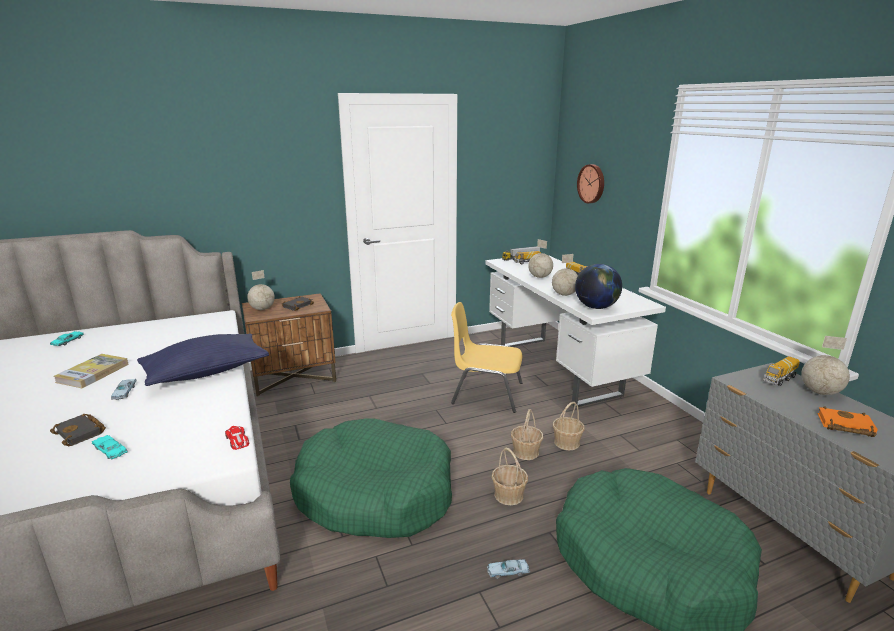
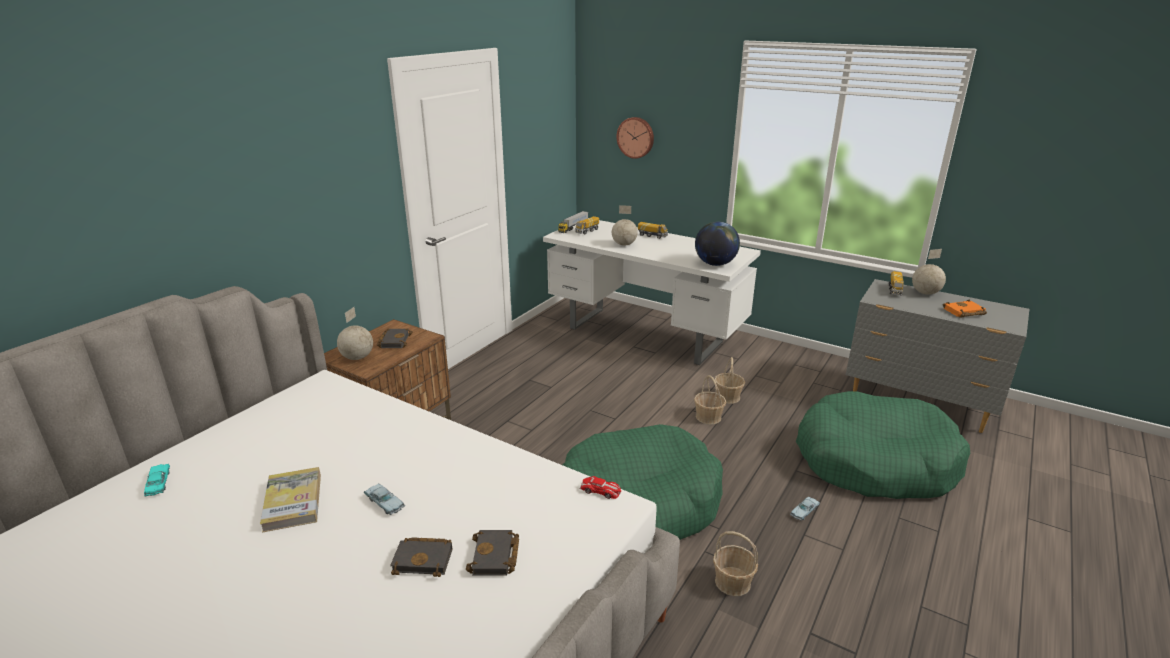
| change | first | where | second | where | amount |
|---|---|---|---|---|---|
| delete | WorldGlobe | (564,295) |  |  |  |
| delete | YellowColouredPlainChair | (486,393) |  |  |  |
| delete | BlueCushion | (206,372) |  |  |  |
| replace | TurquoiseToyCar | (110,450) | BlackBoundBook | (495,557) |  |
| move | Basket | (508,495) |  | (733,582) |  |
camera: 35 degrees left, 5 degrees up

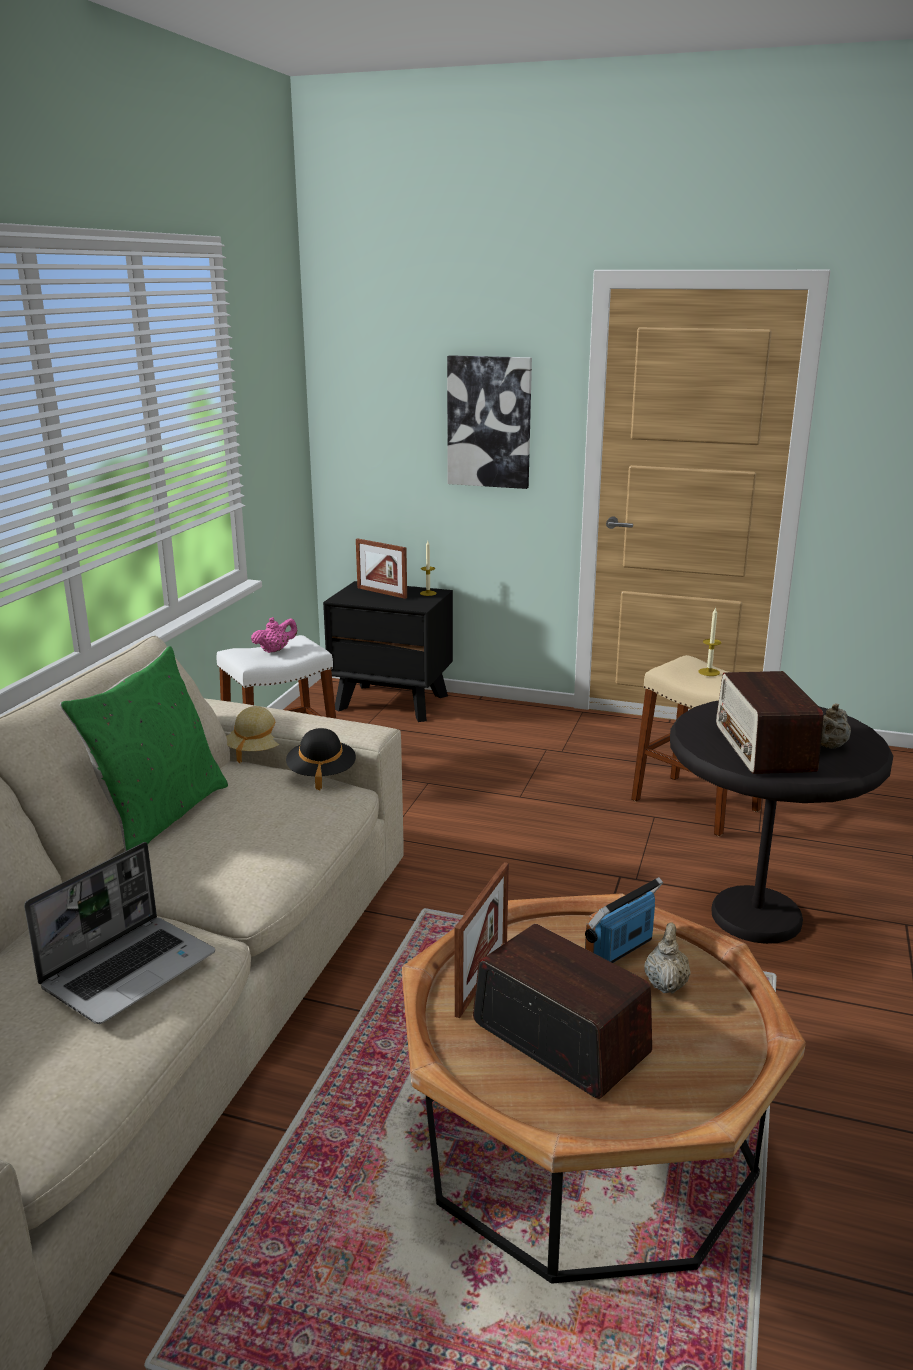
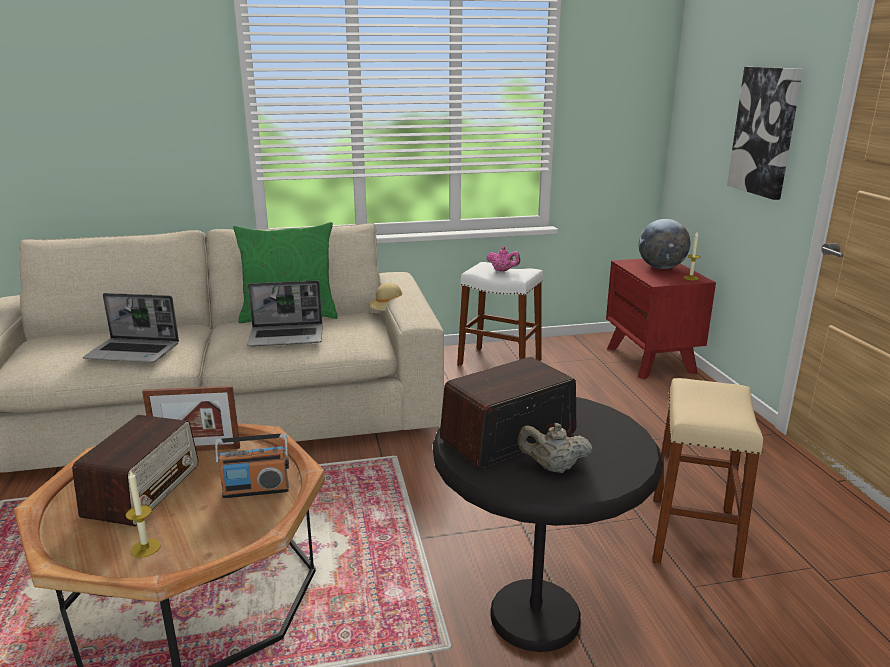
| change | first | where | second | where | amount |
|---|---|---|---|---|---|
| replace | PictureFrame | (382,593) | WorldGlobe | (661,267) |  |
| recolor | BlackBedsideTable | (392,702) | RedBedsideTable | (651,360) |  |
| move | WaxLight | (709,672) |  | (145,548) |  |
| delete | BlackClothingHat | (321,774) |  |  |  |
| rotate | RadioReceiver | (619,951) |  | (256,490) | 150 degrees clockwise |
| delete | BeigeColouredPotForTea | (665,983) |  |  |  |
| insert |  |  | NotebookComputer | (287,336) |  |
camera: 60 degrees right, 0 degrees up

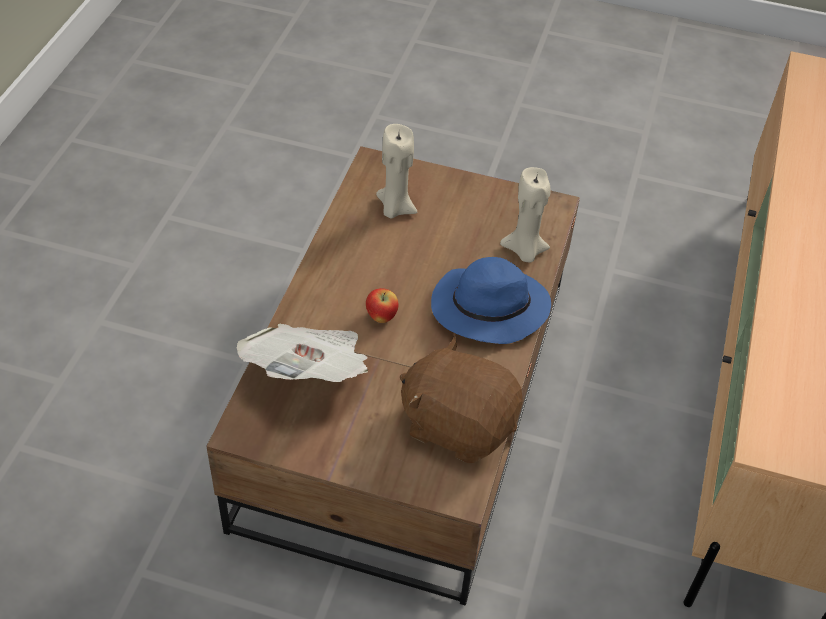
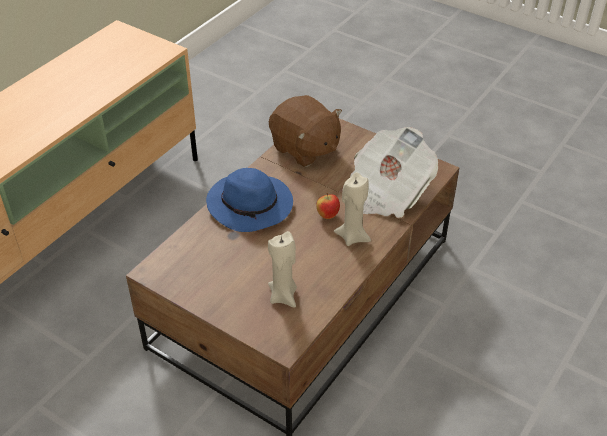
| change | first | where | second | where | amount |
|---|---|---|---|---|---|
| move | BeigeColouredWaxLight | (524,251) |  | (352,236) |  |
camera: 160 degrees left, 5 degrees down

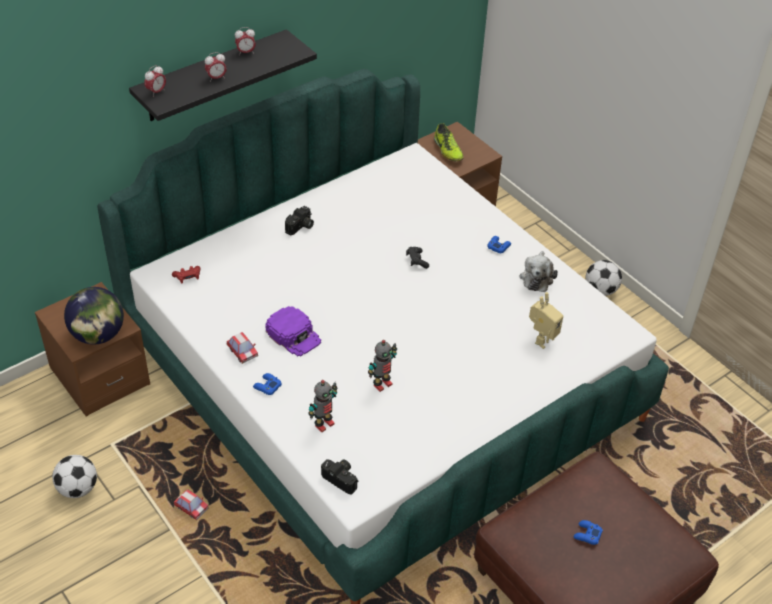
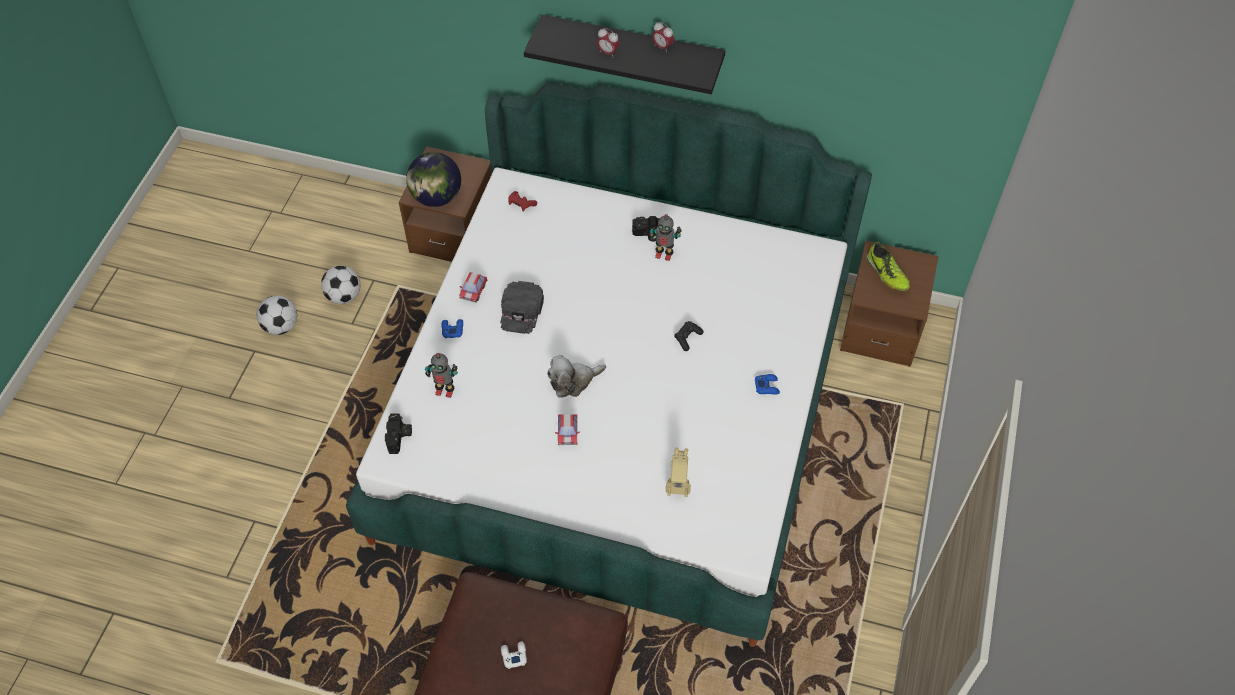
| change | first | where | second | where | amount |
|---|---|---|---|---|---|
| delete | TableClock | (156,92) |  |  |  |
| rotate | ItemOfFootwear | (447,150) |  | (886,274) | 60 degrees counterclockwise |
| move | PlushToy | (537,277) |  | (573,381) |  |
| move | Football | (600,290) |  | (281,326) |  |
| recolor | PurplishBaseballCap | (294,335) | BlackBaseballCap | (521,311) |  |
| move | RobotFigure | (382,384) |  | (664,254) |  |
| move | ToyCar | (191,508) |  | (567,432) |  |
| recolor | BlueGameController | (587,534) | WhiteGameController | (514,655) |  |
camera: 55 degrees right, 10 degrees up

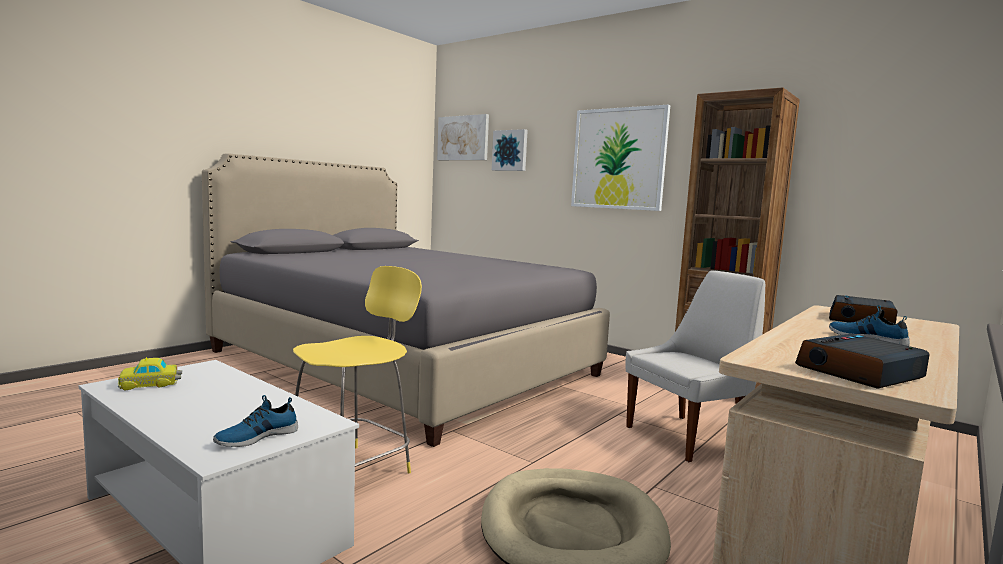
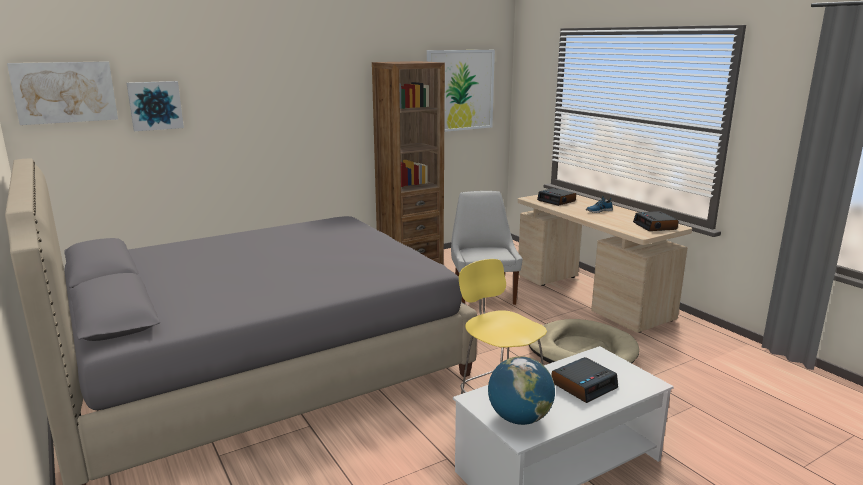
| change | first | where | second | where | amount |
|---|---|---|---|---|---|
| move | WallPicture | (618,159) |  | (460,90) |  |
| replace | ToyCar | (151,383) | WorldGlobe | (519,418) |  |
| delete | ItemOfFootwear | (256,437) |  |  |  |
| insert |  |  | TableClock | (583,385) |  |
camera: 70 degrees left, 10 degrees up

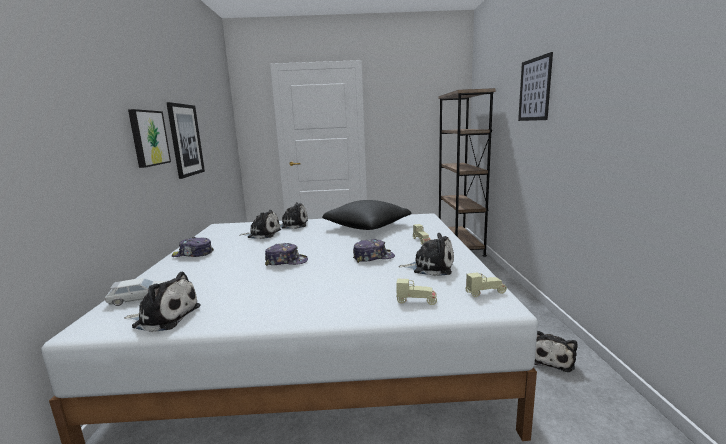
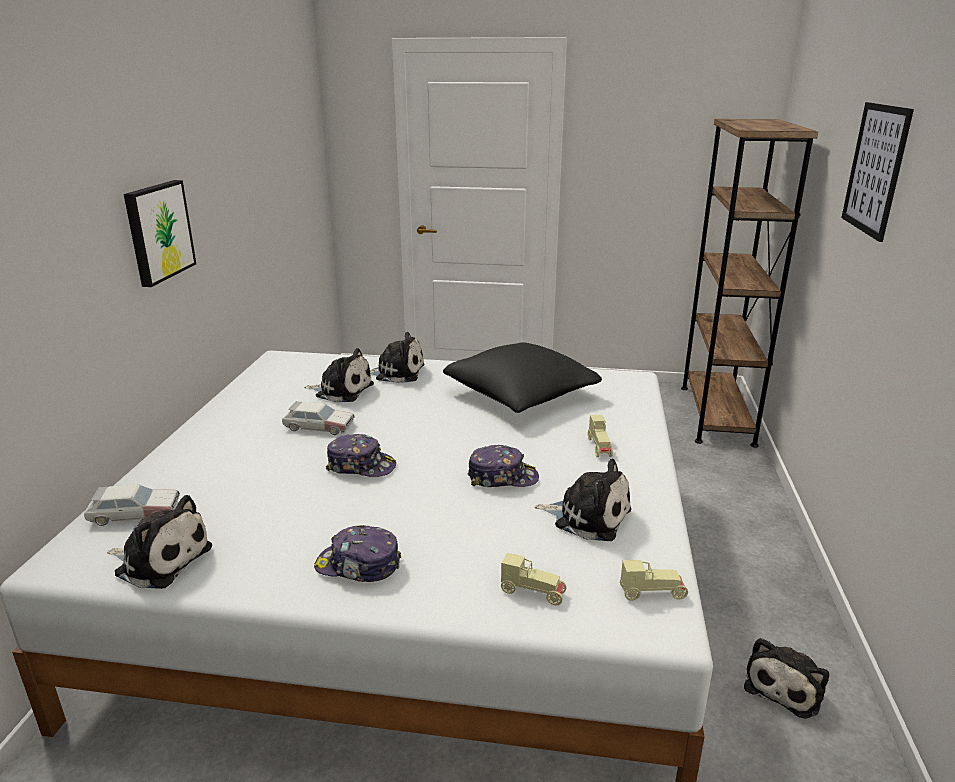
| change | first | where | second | where | amount |
|---|---|---|---|---|---|
| delete | WallPicture | (185,140) |  |  |  |
| move | BaseballCap | (193,254) |  | (358,566) |  |
| insert |  |  | ToyCar | (318,426) |  |
camera: 10 degrees right, 10 degrees up

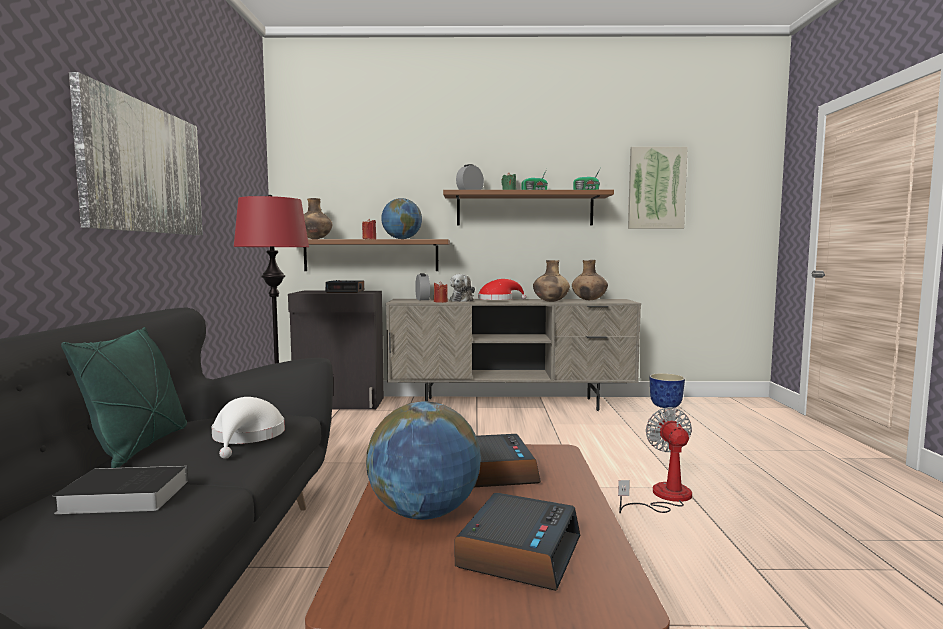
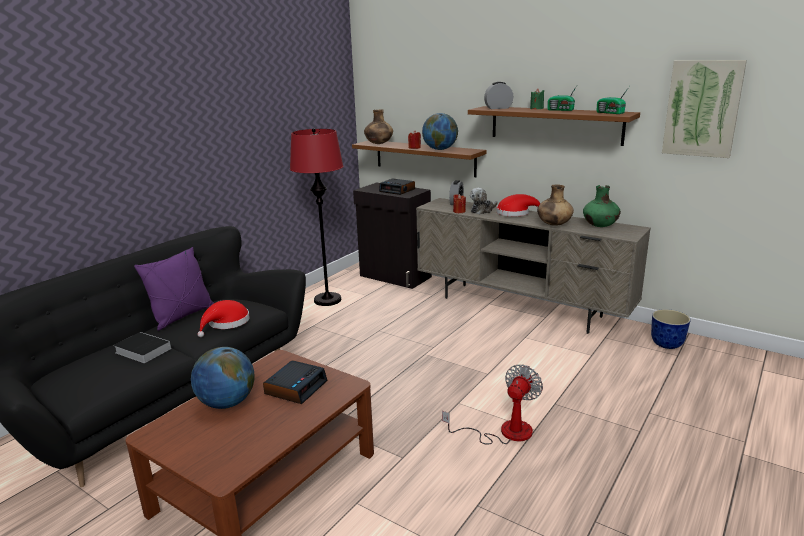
| change | first | where | second | where | amount |
|---|---|---|---|---|---|
| delete | WallPicture | (144,168) |  |  |  |
| recolor | BrownColouredFlowerVase | (589,300) | GreenColouredFlowerVase | (600,226) |  |
| recolor | GreenColouredCushion | (139,447) | PurplishCushion | (182,316) |  |
| recolor | WhiteClothingHat | (247,437) | RedClothingHat | (226,323) |  |
| delete | TableClock | (519,552) |  |  |  |
camera: 35 degrees right, 15 degrees up

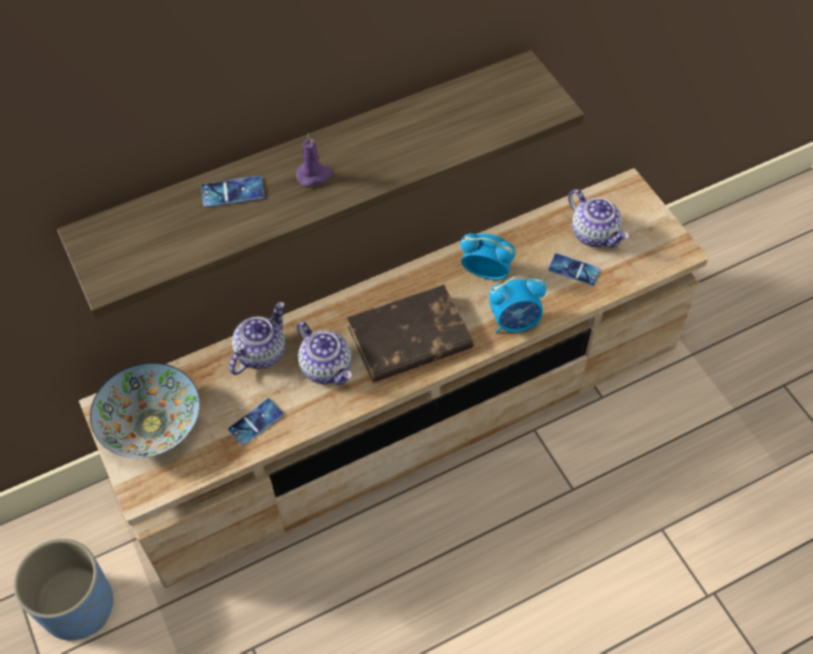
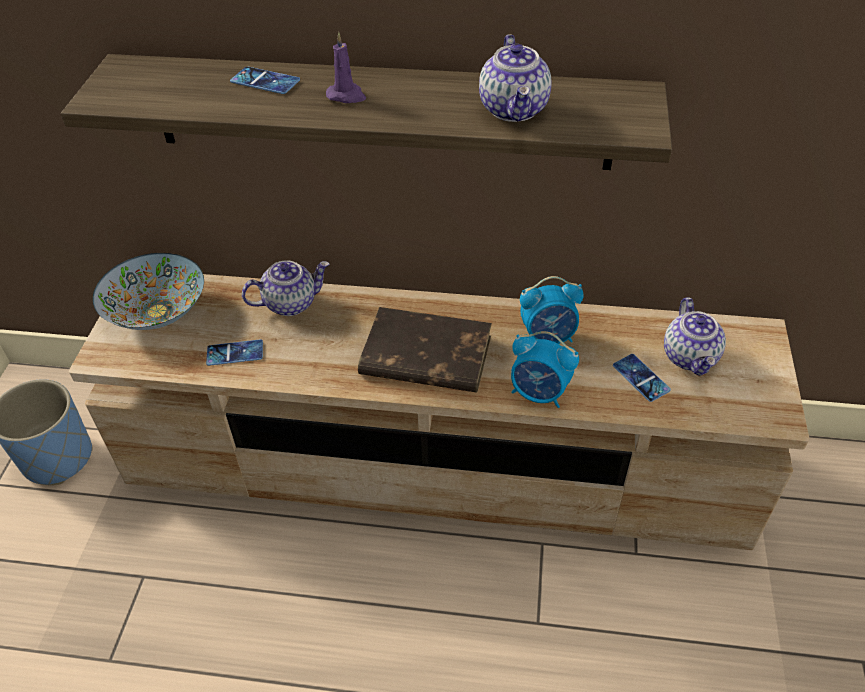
| change | first | where | second | where | amount |
|---|---|---|---|---|---|
| rotate | TableClock | (486,272) |  | (548,337) | 120 degrees clockwise |
| move | PotForTea | (327,367) |  | (515,110) |  |
camera: 35 degrees right, 10 degrees down

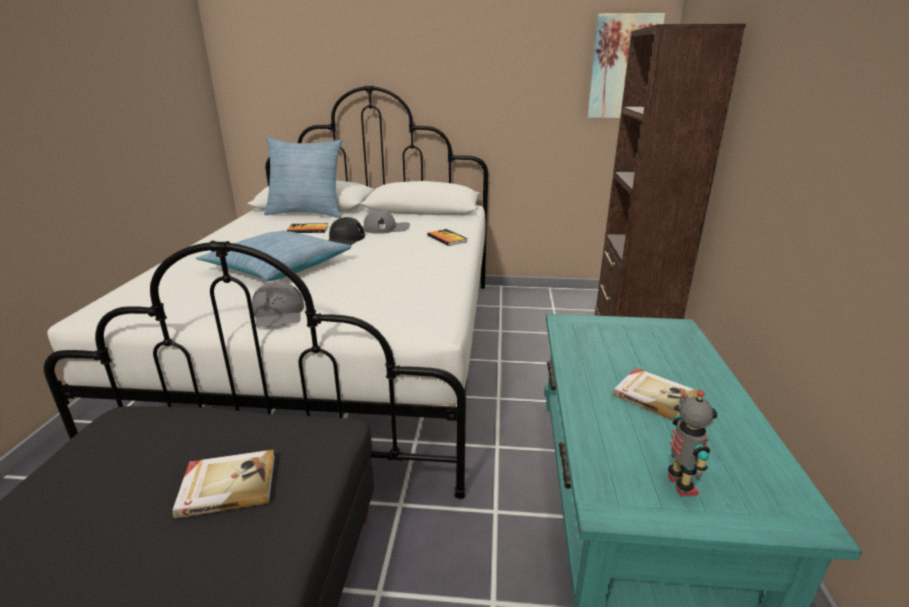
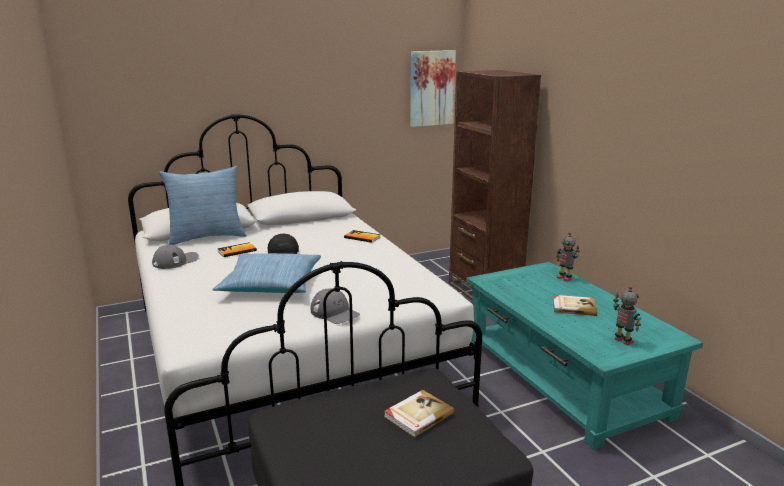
| change | first | where | second | where | amount |
|---|---|---|---|---|---|
| move | GrayBaseballCap | (386,228) |  | (176,261) |  |
| insert |  |  | RobotFigure | (564,278) |  |
camera: 30 degrees left, 5 degrees down

